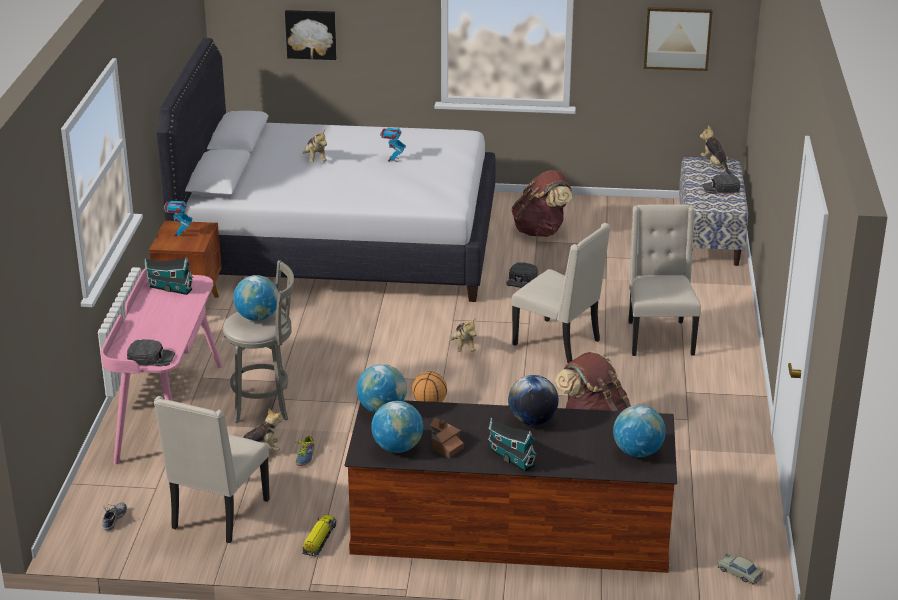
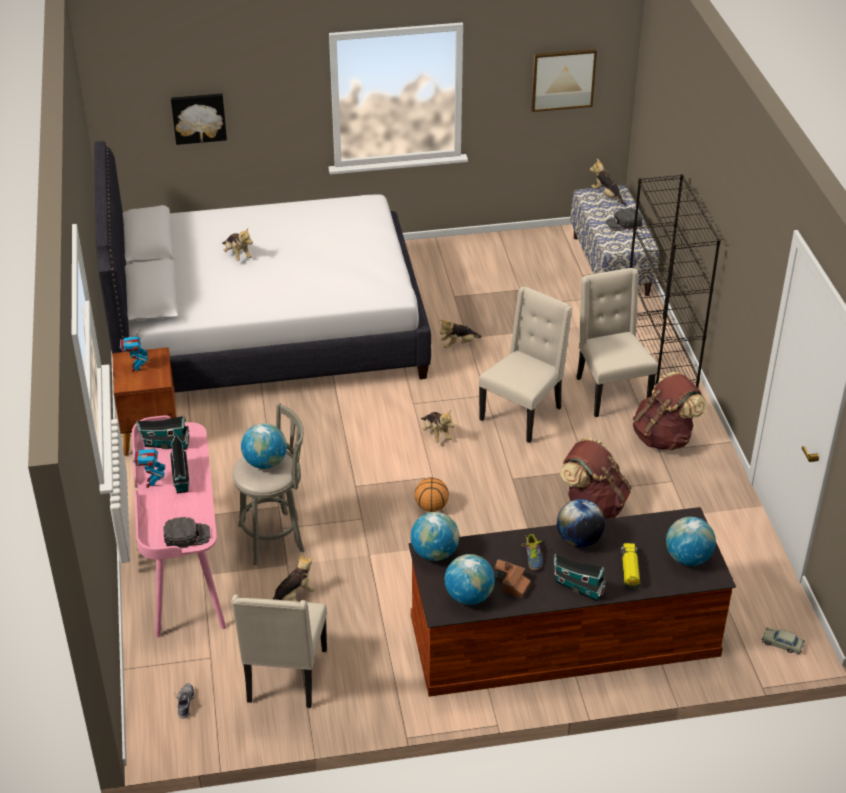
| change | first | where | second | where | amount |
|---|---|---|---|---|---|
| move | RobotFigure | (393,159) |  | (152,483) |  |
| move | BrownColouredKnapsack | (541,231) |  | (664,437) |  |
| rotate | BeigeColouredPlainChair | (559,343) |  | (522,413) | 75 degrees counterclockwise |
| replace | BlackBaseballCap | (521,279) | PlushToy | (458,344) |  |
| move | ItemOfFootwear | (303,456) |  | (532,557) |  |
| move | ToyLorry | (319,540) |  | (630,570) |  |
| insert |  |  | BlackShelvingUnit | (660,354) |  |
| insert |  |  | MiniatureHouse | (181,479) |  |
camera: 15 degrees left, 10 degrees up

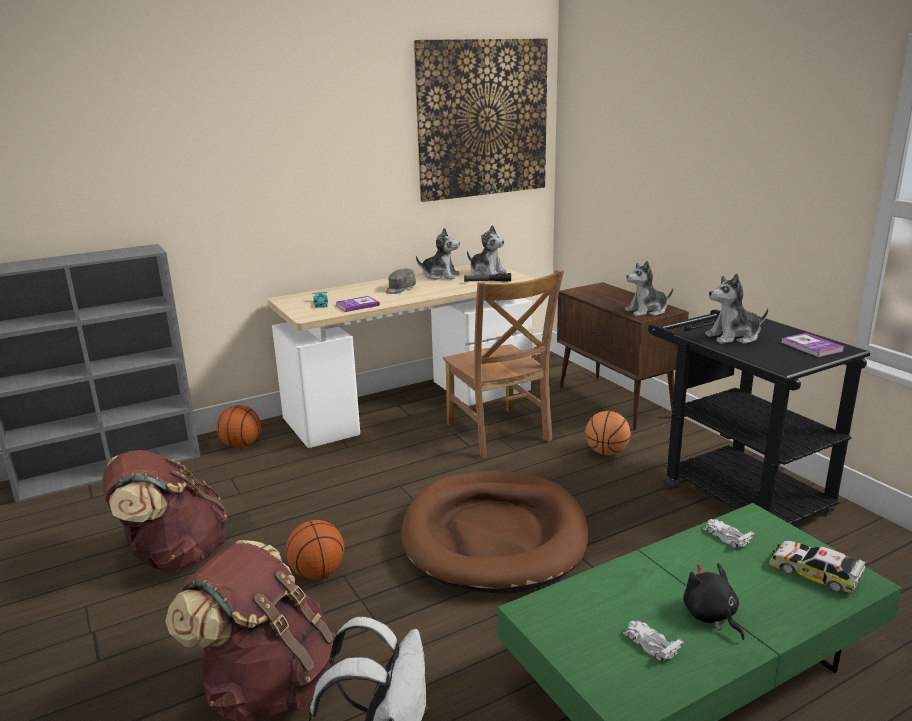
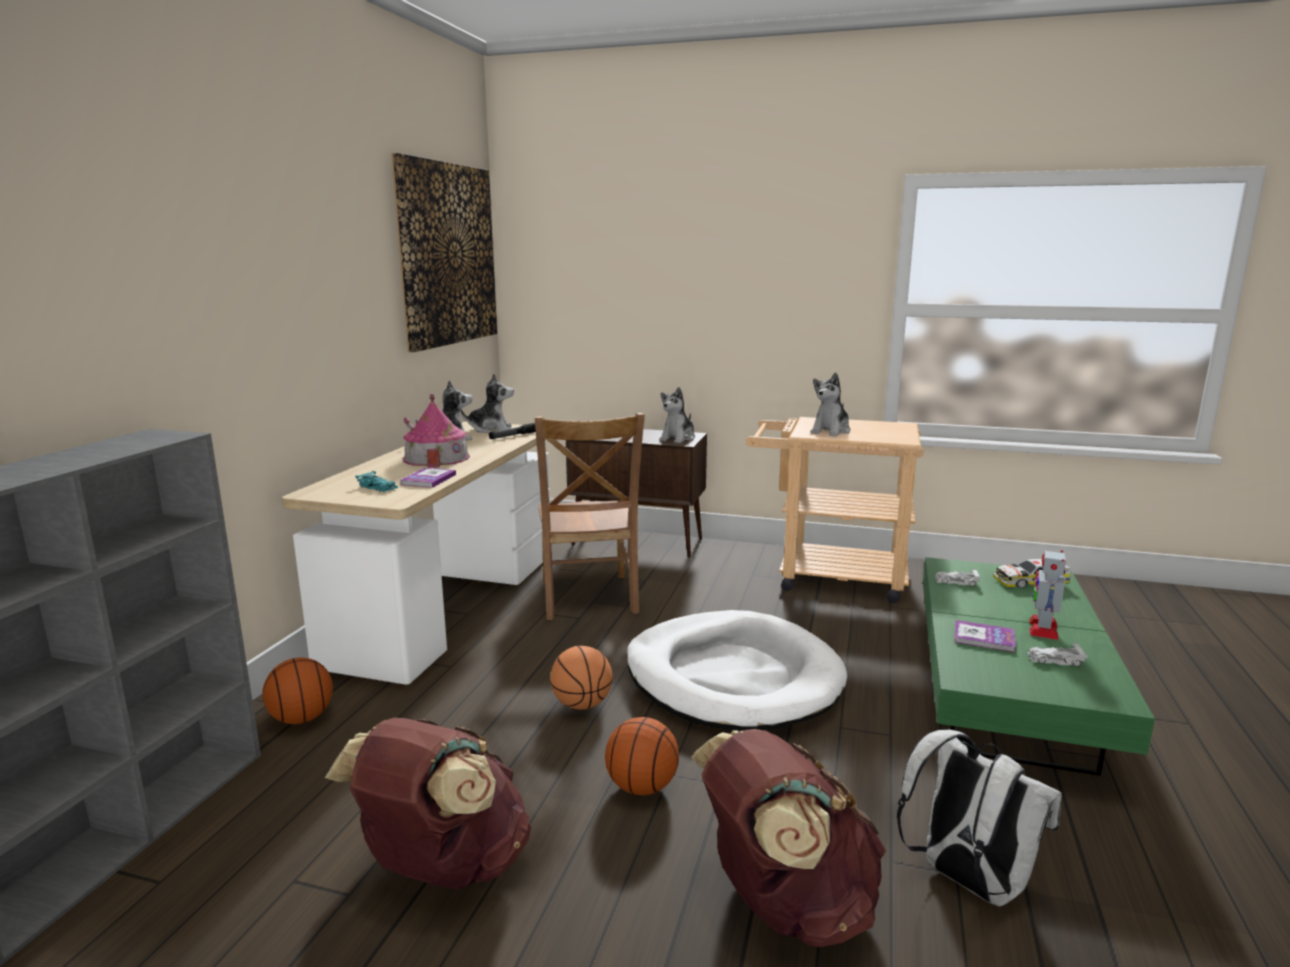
| change | first | where | second | where | amount |
|---|---|---|---|---|---|
| replace | GrayBaseballCap | (400,289) | MiniatureHouse | (436,458) |  |
| rotate | BrownColouredPlainChair | (499,434) |  | (588,599) | 60 degrees clockwise |
| recolor | BlackCart | (733,493) | BeigeColouredCart | (828,577) |  |
| move | BoundBook | (811,346) |  | (984,638) |  |
| move | BallForBasketball | (606,452) |  | (582,705) |  |
| recolor | BrownColouredPetBed | (494,536) | WhitePetBed | (732,677) |  |
| replace | BlackPlushToy | (711,616) | RobotFigure | (1043,628) |  |
camera: 45 degrees left, 5 degrees down

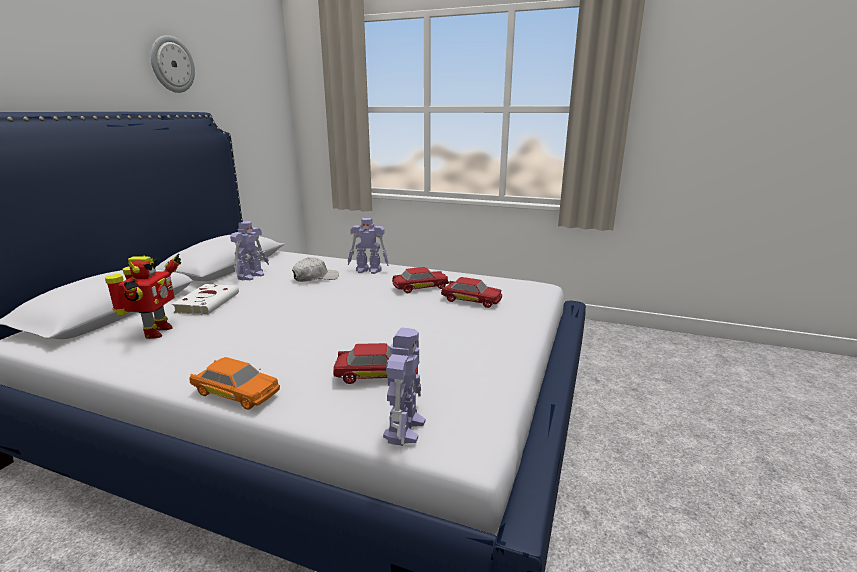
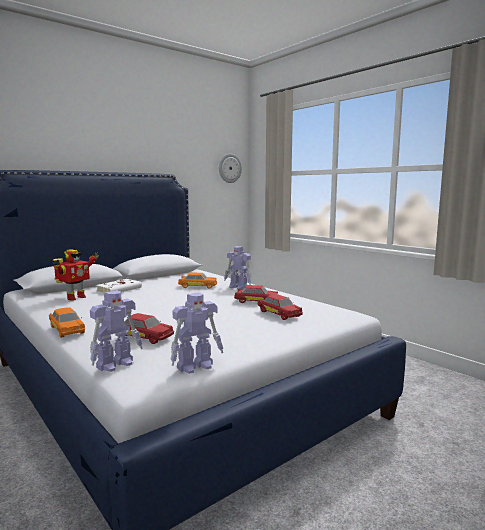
| change | first | where | second | where | amount |
|---|---|---|---|---|---|
| move | HangingClock | (172,64) |  | (229,168) |  |
| move | RobotFigure | (252,276) |  | (196,366) |  |
| replace | WhiteBaseballCap | (315,278) | OrangeToyCar | (197,286) |  |
camera: 30 degrees right, 10 degrees down

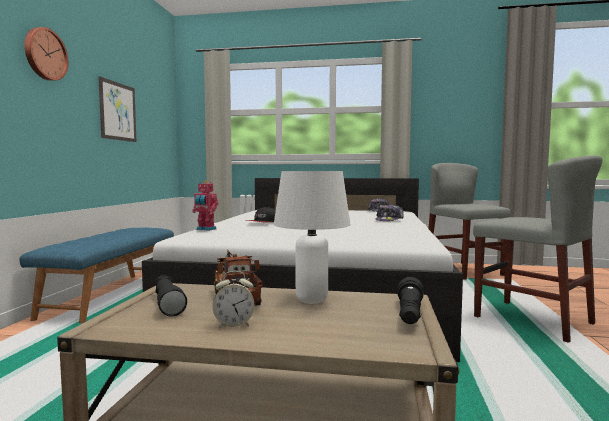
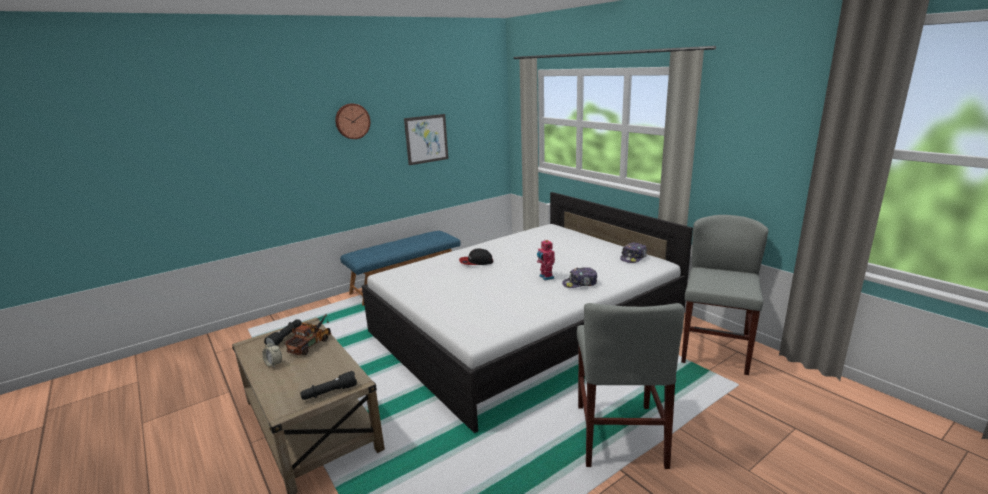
| change | first | where | second | where | amount |
|---|---|---|---|---|---|
| delete | WhiteLampForATable | (312,300) |  |  |  |
| move | RobotFigure | (205,229) |  | (545,277) |  |
camera: 45 degrees right, 15 degrees up

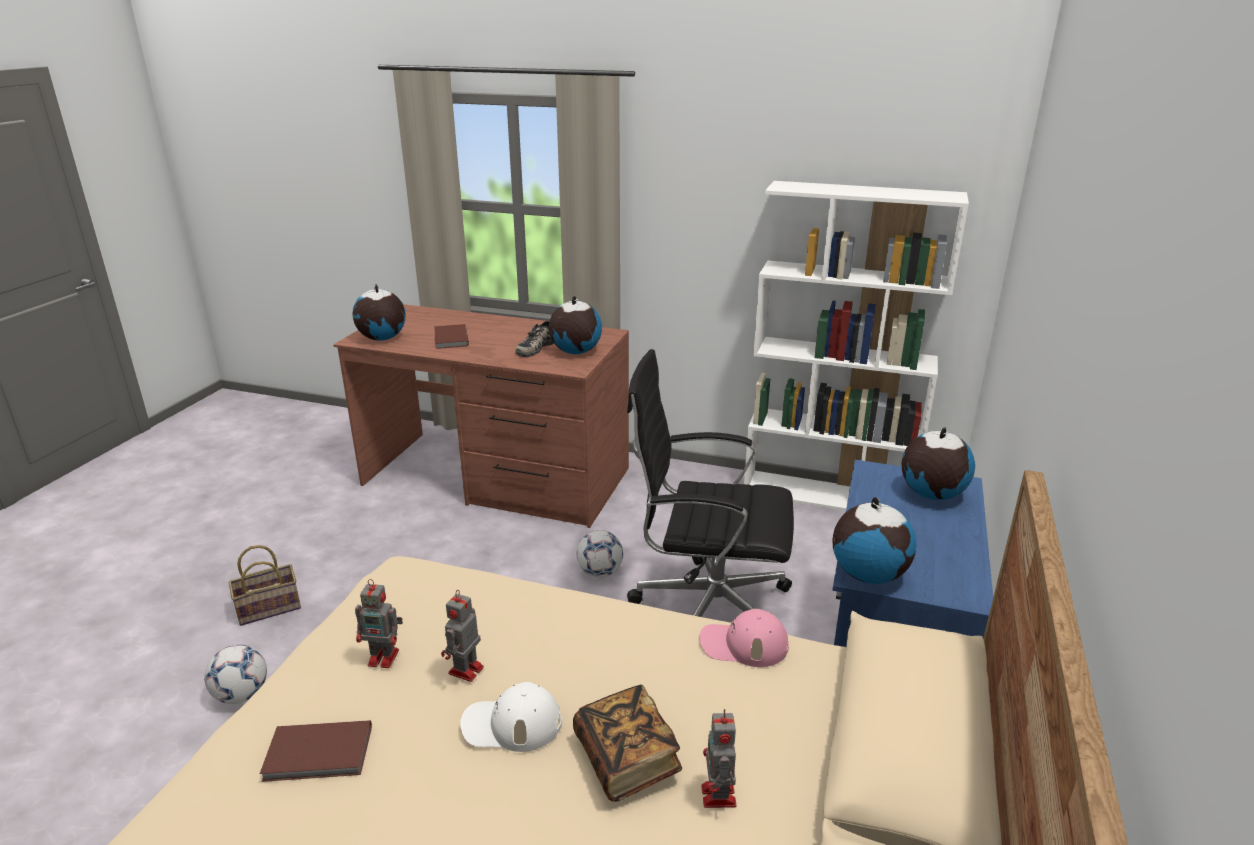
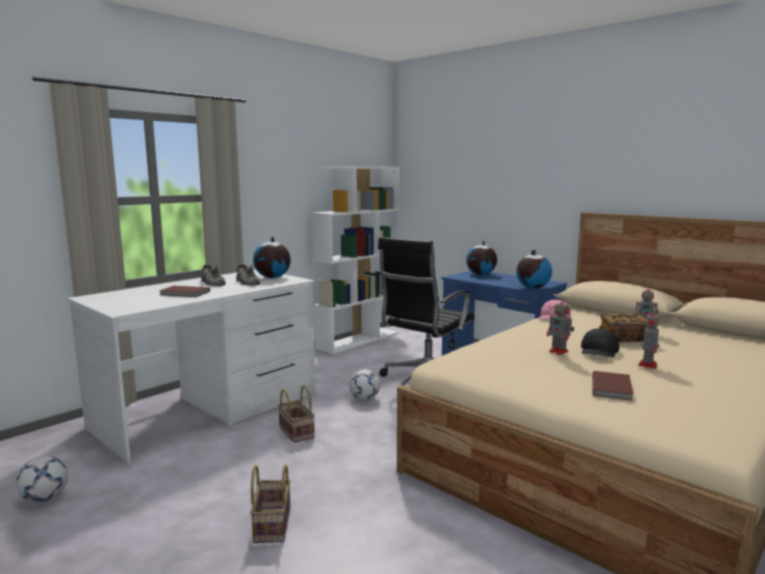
| change | first | where | second | where | amount |
|---|---|---|---|---|---|
| delete | WorldGlobe | (382,339) |  |  |  |
| recolor | BrownColouredDeskUnit | (496,477) | WhiteDeskUnit | (209,409) |  |
| move | RobotFigure | (385,658) |  | (647,364) |  |
| move | Football | (242,695) |  | (45,498) |  |
| recolor | WhiteBaseballCap | (511,724) | BlackBaseballCap | (599,350) |  |
| insert |  |  | ItemOfFootwear | (211,282) |  |
| insert |  |  | Basket | (295,432) |  |
camera: 65 degrees left, 15 degrees down

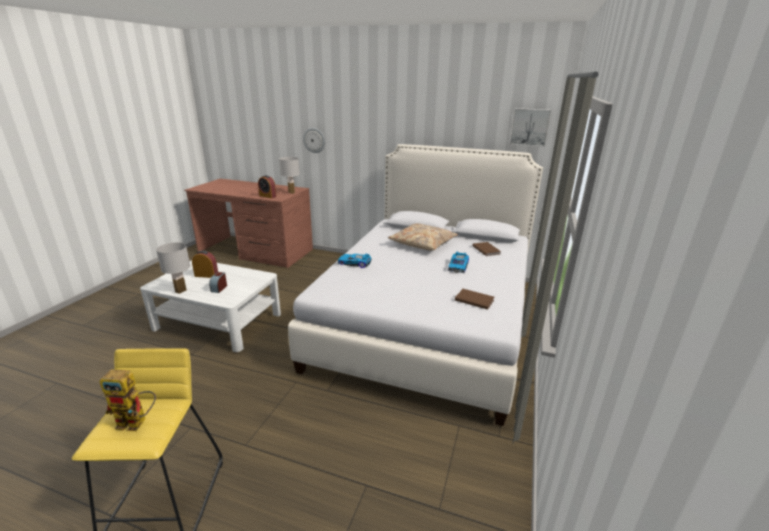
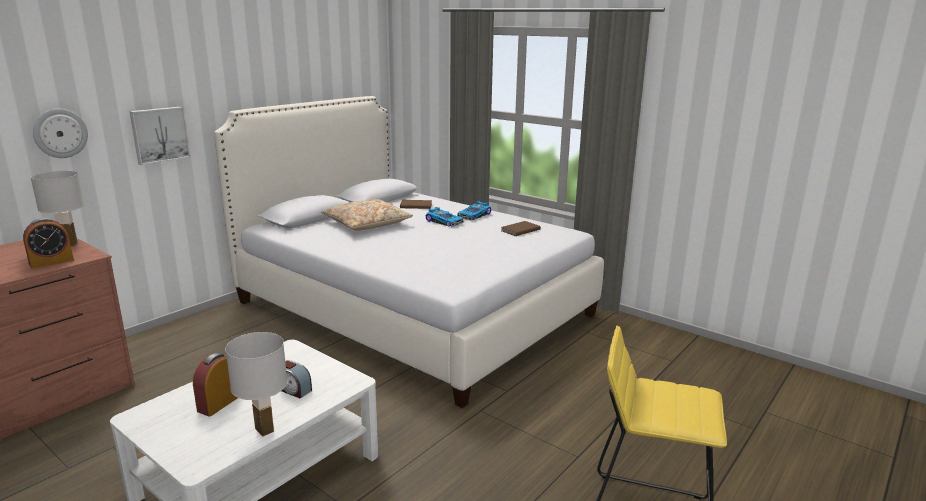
| change | first | where | second | where | amount |
|---|---|---|---|---|---|
| move | WallPicture | (529,127) |  | (159,134) |  |
| move | ToyCar | (354,263) |  | (475,215) |  |
| delete | RobotFigure | (138,422) |  |  |  |
camera: 70 degrees left, 5 degrees down

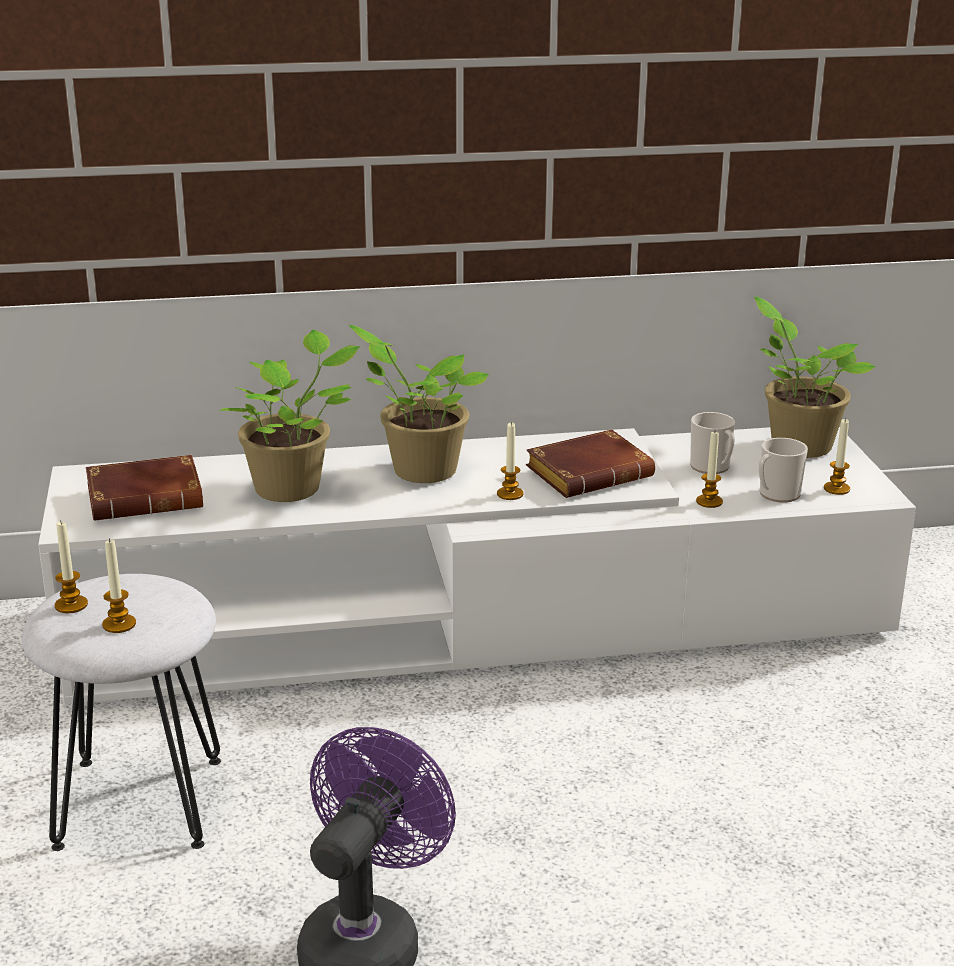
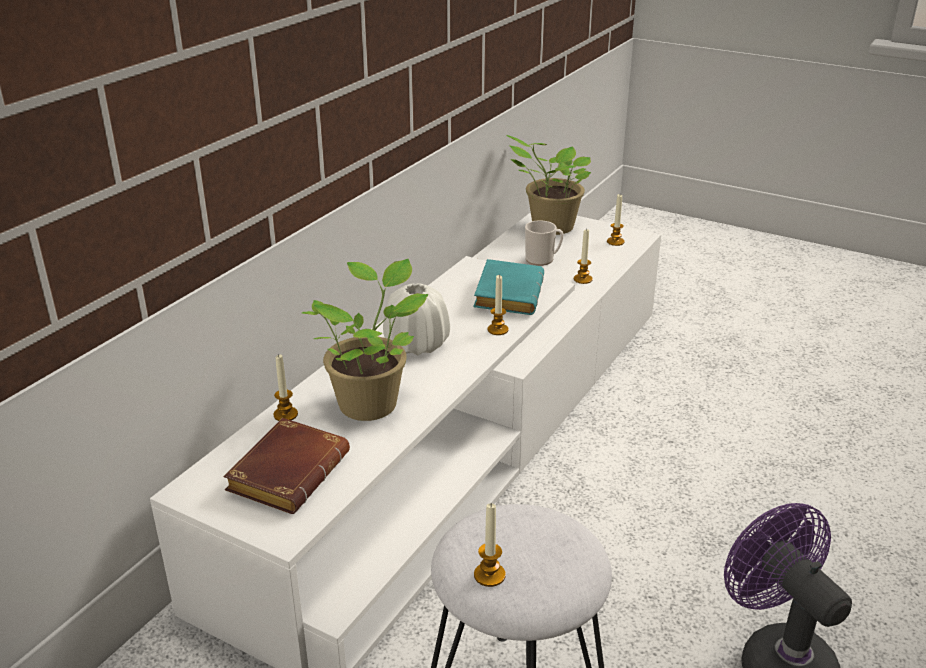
| change | first | where | second | where | amount |
|---|---|---|---|---|---|
| replace | PottedPlant | (419,470) | WhiteFlowerVase | (417,344) |  |
| recolor | BrownColouredBoundBook | (590,473) | TurquoiseBoundBook | (506,293) |  |
| delete | CoffeeMug | (776,495) |  |  |  |
| move | WaxLight | (119,624) |  | (285,414) |  |
camera: 50 degrees left, 5 degrees up

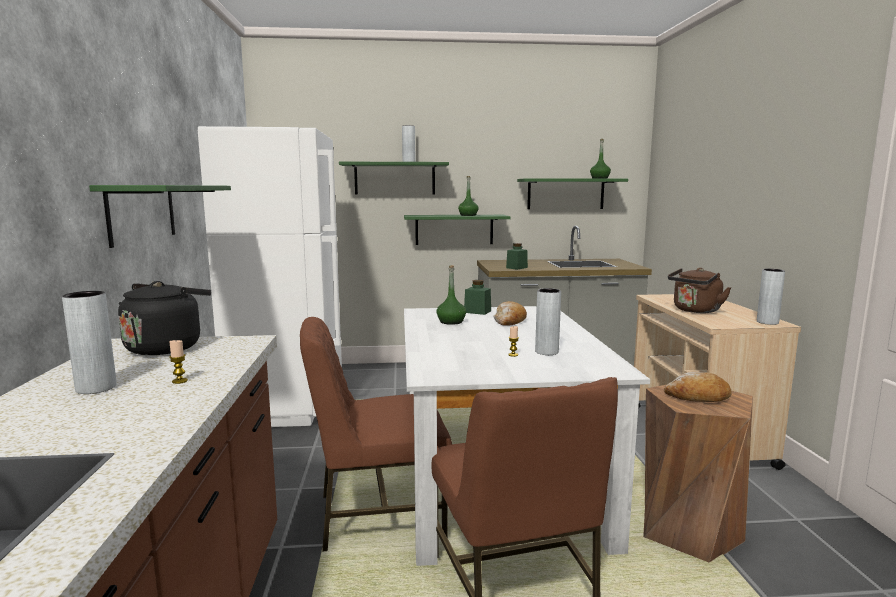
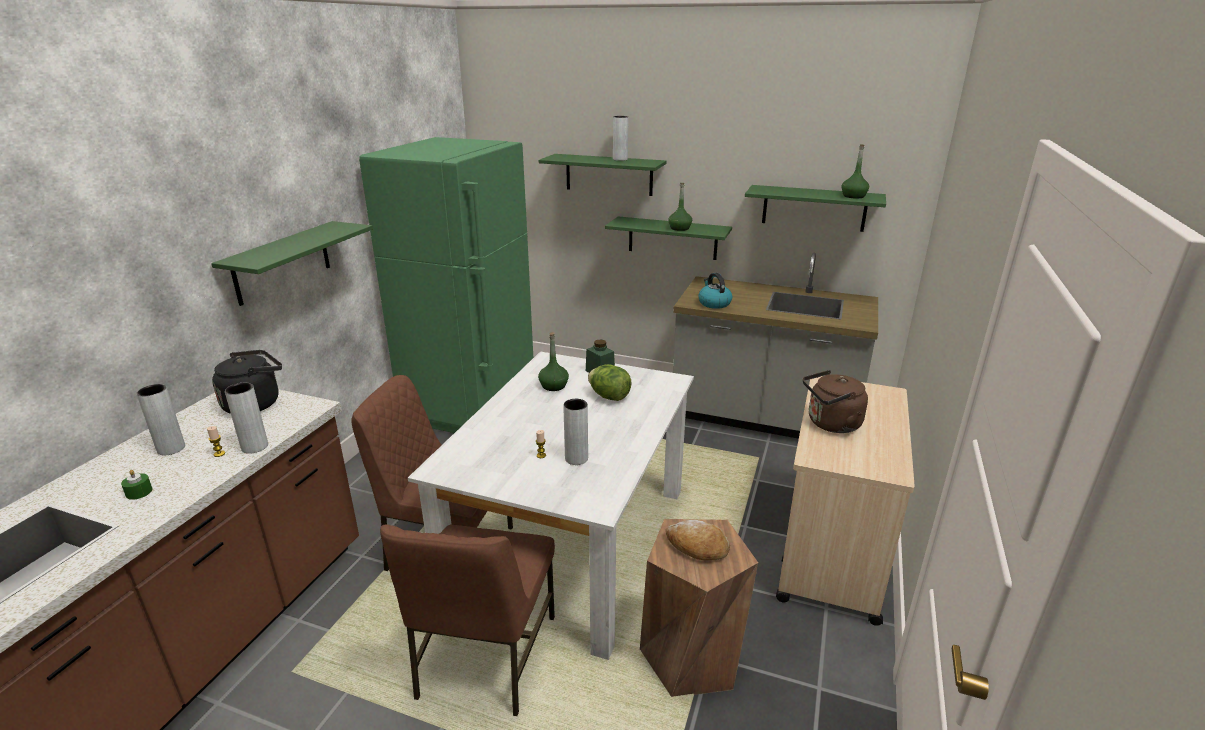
| change | first | where | second | where | amount |
|---|---|---|---|---|---|
| recolor | WhiteRefrigerator | (290,404) | GreenColouredRefrigerator | (472,405) |  |
| replace | GreenColouredStorageJar | (516,268) | WaterKettle | (714,303) |  |
| move | GrayFlowerVase | (767,322) |  | (255,447) |  |
| replace | Bread | (509,321) | Lettuce | (609,396) |  |
| insert |  |  | GreenColouredWaxLight | (139,492) |  |
camera: 25 degrees right, 15 degrees up

